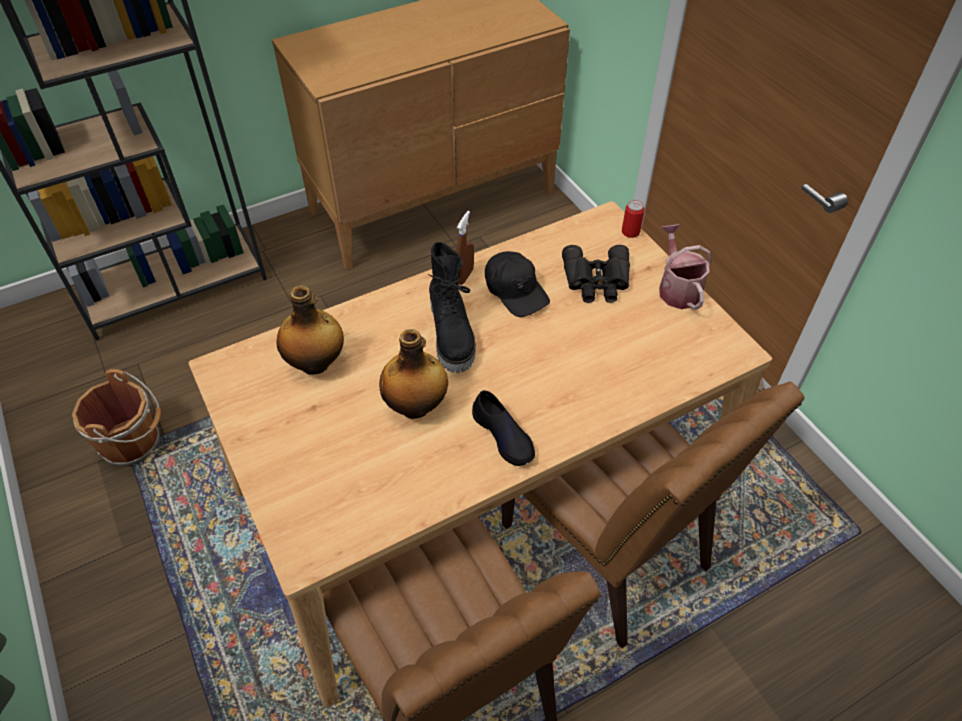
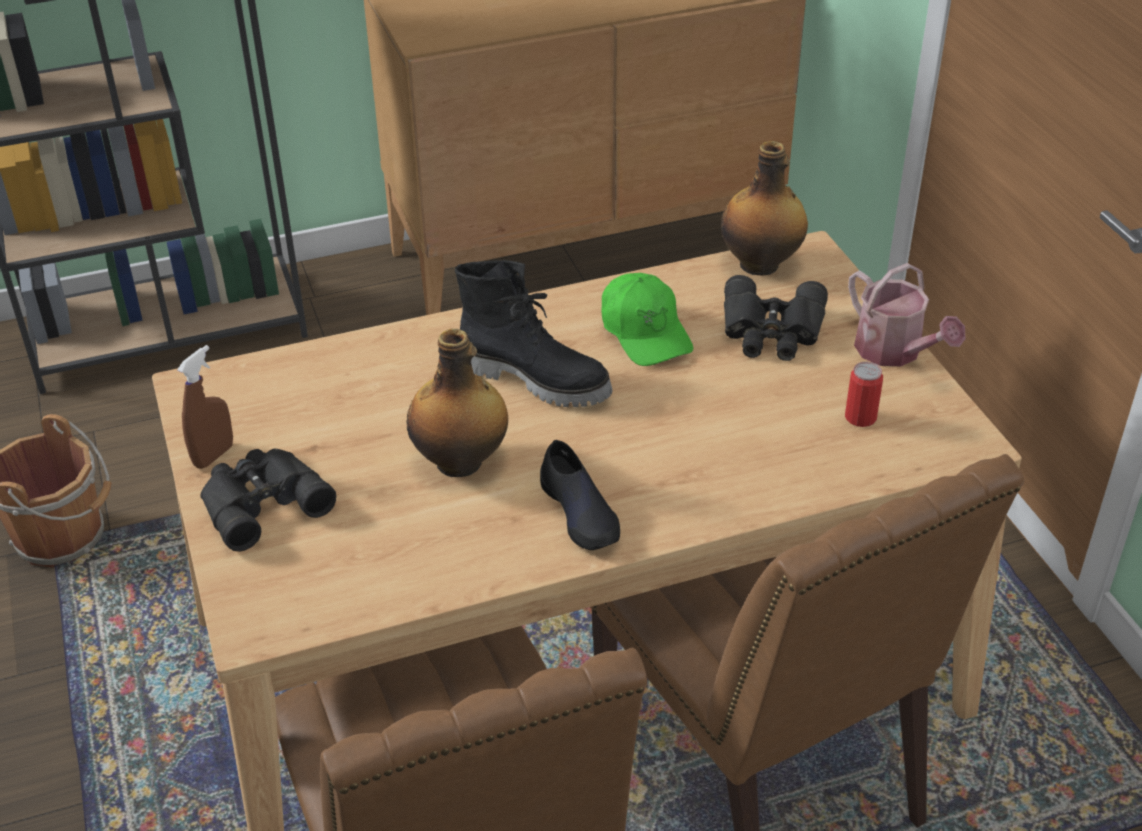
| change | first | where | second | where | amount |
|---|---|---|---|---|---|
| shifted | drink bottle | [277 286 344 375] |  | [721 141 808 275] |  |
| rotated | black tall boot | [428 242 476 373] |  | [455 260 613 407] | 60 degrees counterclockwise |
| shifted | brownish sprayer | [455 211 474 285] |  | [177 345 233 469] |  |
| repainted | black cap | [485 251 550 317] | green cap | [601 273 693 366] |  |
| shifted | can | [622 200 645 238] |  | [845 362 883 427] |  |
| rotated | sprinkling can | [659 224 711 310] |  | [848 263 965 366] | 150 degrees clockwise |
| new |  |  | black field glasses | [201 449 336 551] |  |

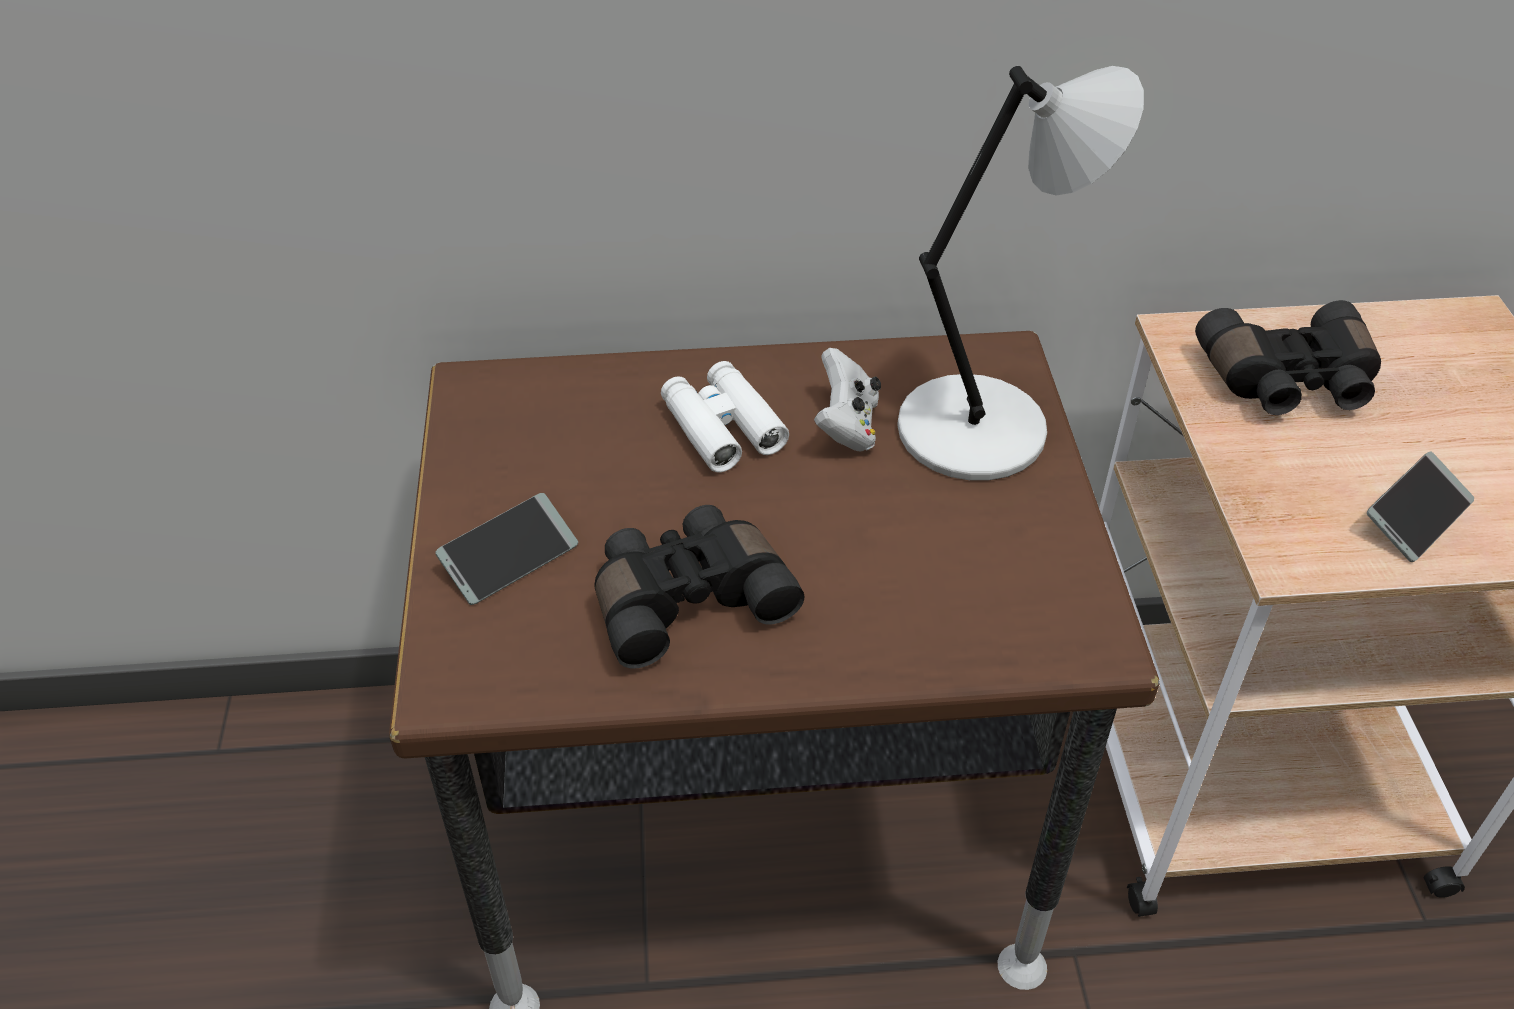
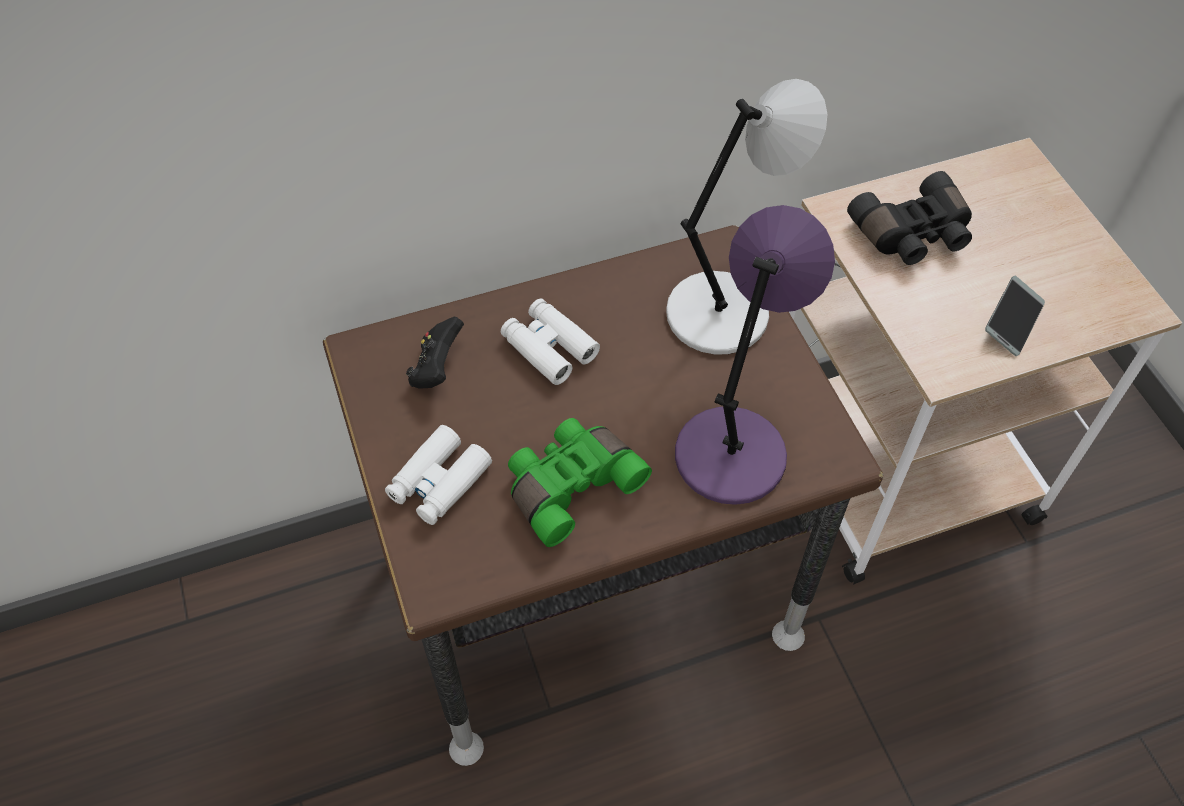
| change | first | where | second | where | amount |
|---|---|---|---|---|---|
| swapped | telephone | [435 493 578 605] | white-coloured field glasses | [385 425 492 525] |  |
| repainted | black field glasses | [594 505 804 669] | green field glasses | [508 418 652 547] |  |
| gone | white-coloured gamepad | [814 348 881 451] |  |  |  |
| new |  |  | black gamepad | [406 317 464 389] |  |
| new |  |  | purple-coloured tabletop lamp | [675 205 835 505] |  |

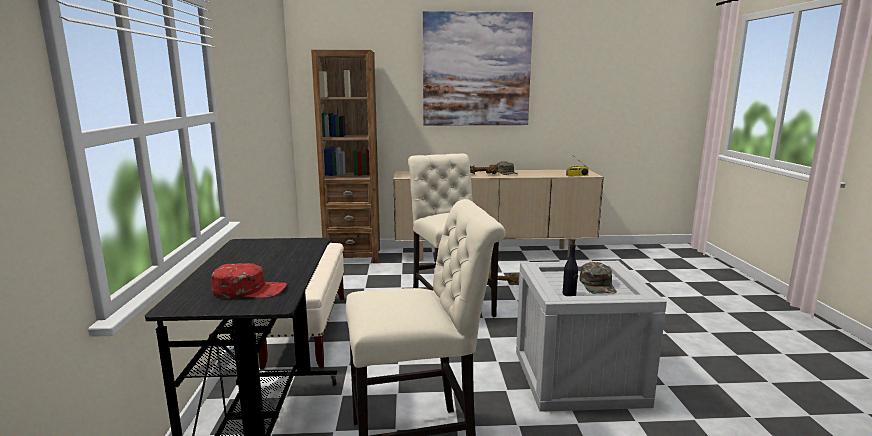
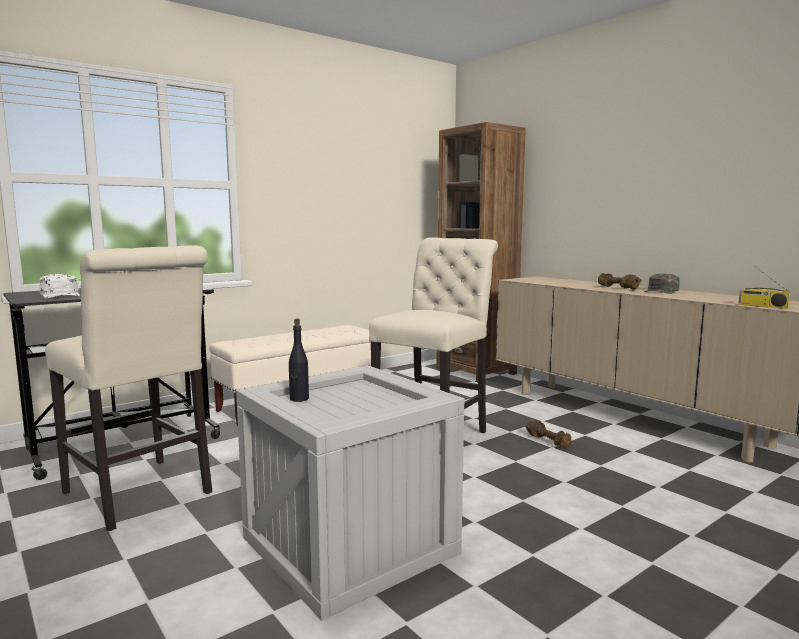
| change | first | where | second | where | amount |
|---|---|---|---|---|---|
| repainted | reddish cap | [211 263 287 298] | white-coloured cap | [39 274 80 298] |  |
| gone | picture | [423 11 533 126] |  |  |  |
| gone | green cap | [579 262 617 294] |  |  |  |

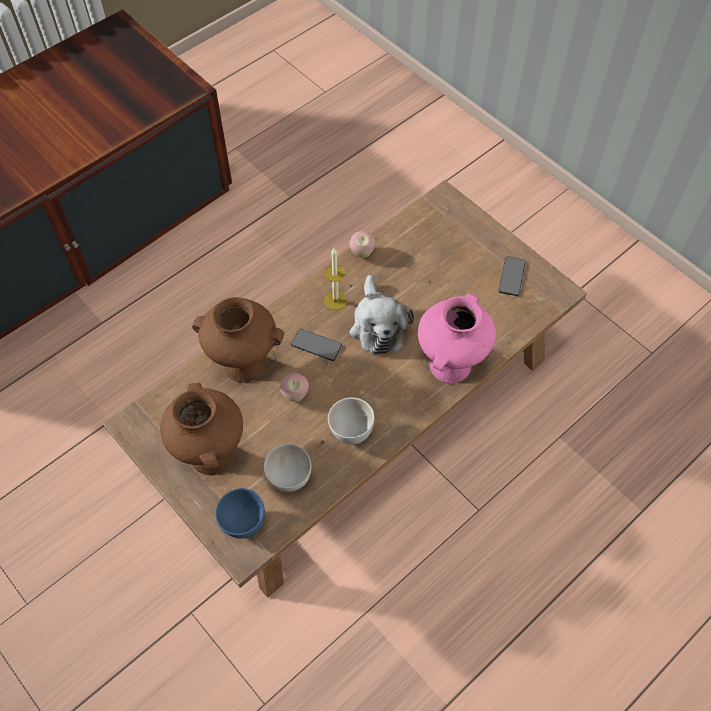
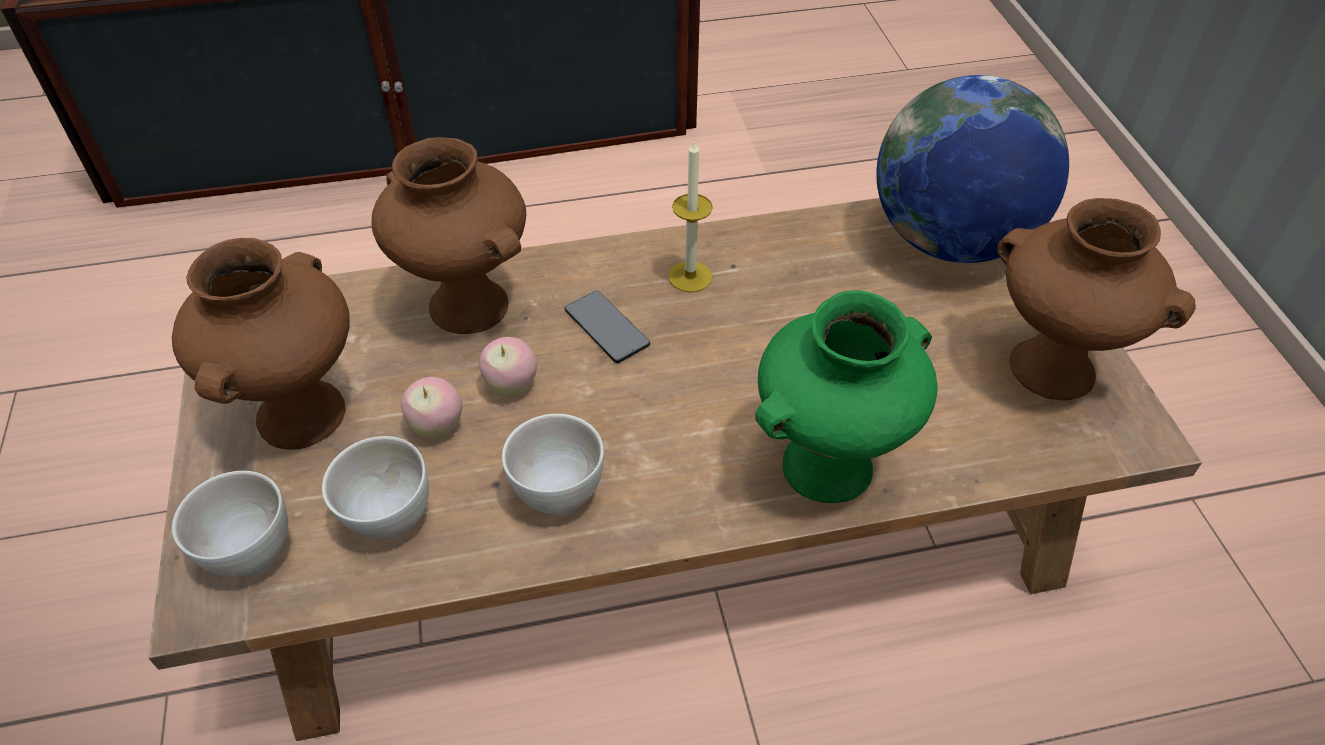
| change | first | where | second | where | amount |
|---|---|---|---|---|---|
| repainted | blue serving bowl | [215 488 265 539] | white-coloured serving bowl | [172 471 288 577] |  |
| shifted | apple fruit | [350 231 375 258] |  | [401 377 462 438] |  |
| gone | plush toy | [350 275 414 355] |  |  |  |
| repainted | pink-coloured vase | [418 293 496 384] | green vase | [755 290 938 503] |  |
| swapped | telephone | [499 256 526 296] | brownish vase | [997 198 1196 401] |  |
| new |  |  | world globe | [876 75 1069 263] |  |

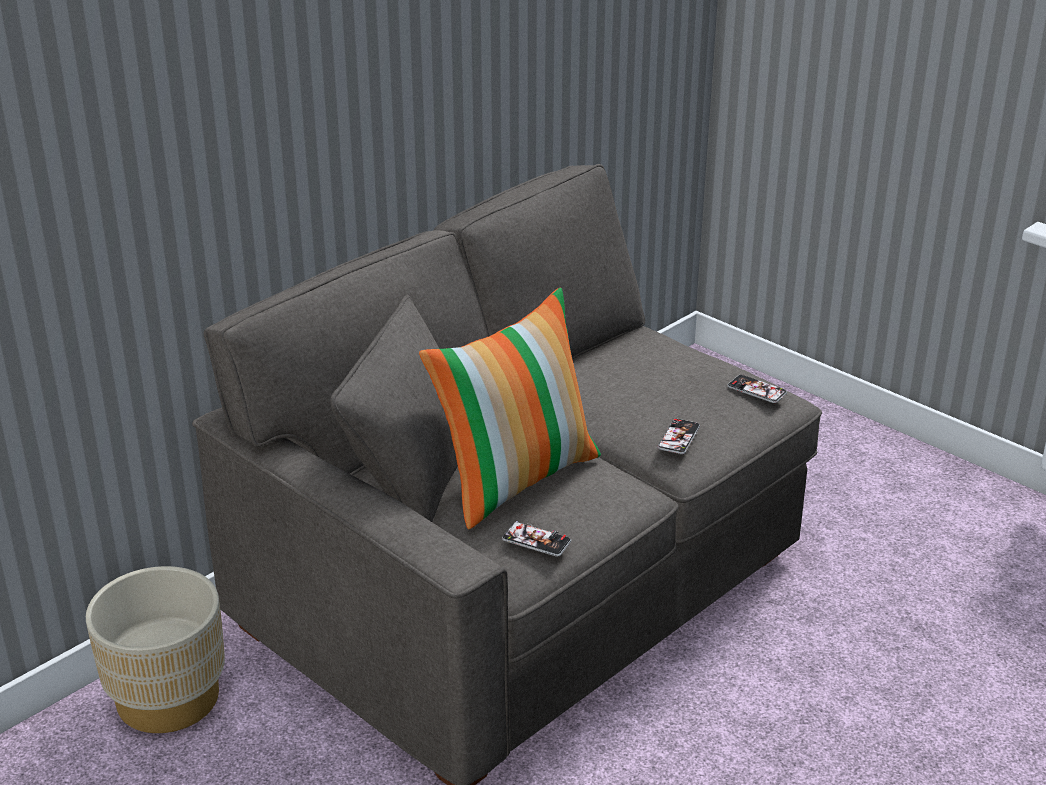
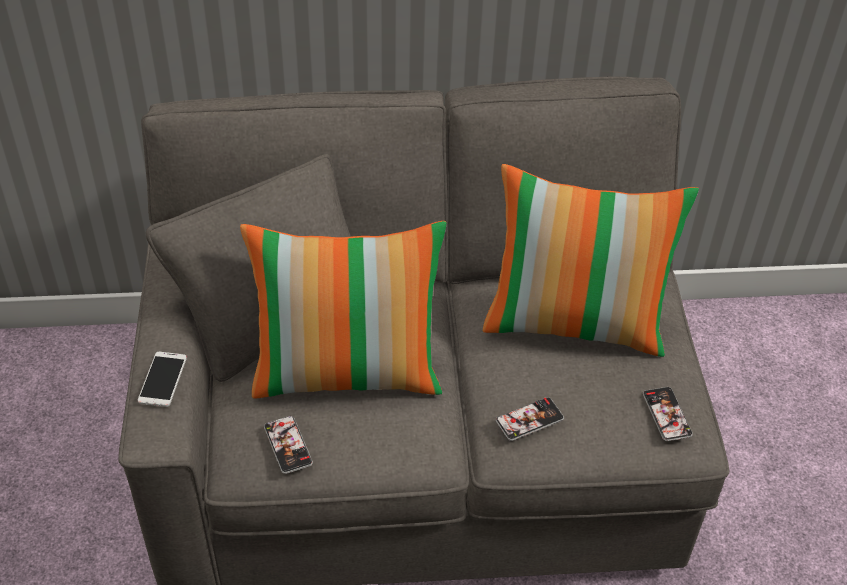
| change | first | where | second | where | amount |
|---|---|---|---|---|---|
| gone | beige-coloured planter | [86 566 225 733] |  |  |  |
| new |  |  | telephone | [138 352 187 407] |  |
| new |  |  | pillow | [483 164 699 357] |  |

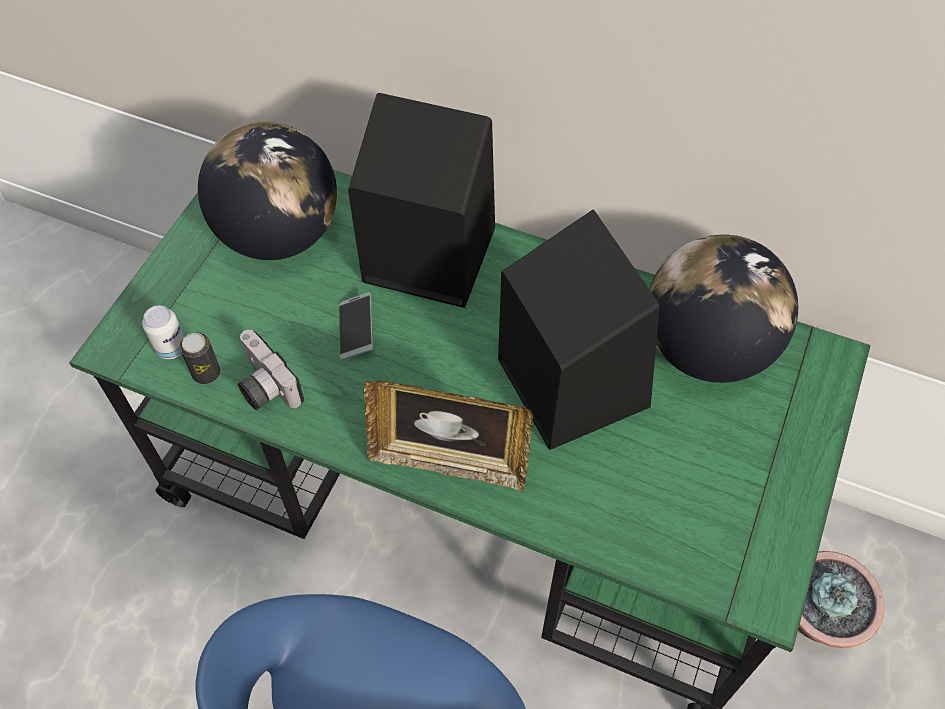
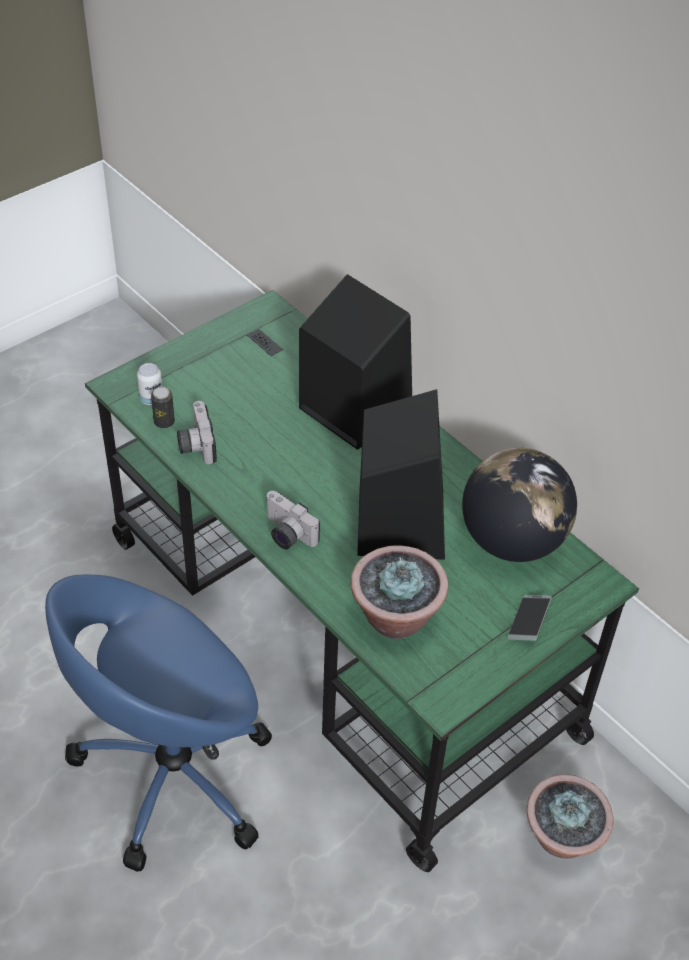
| change | first | where | second | where | amount |
|---|---|---|---|---|---|
| gone | world globe | [198 121 337 260] |  |  |  |
| shifted | telephone | [339 292 373 360] |  | [507 595 552 641] |  |
| swapped | standing frame | [363 380 533 492] | photo camera | [265 491 320 549] |  |
| new |  |  | potted plant | [351 545 448 639] |  |

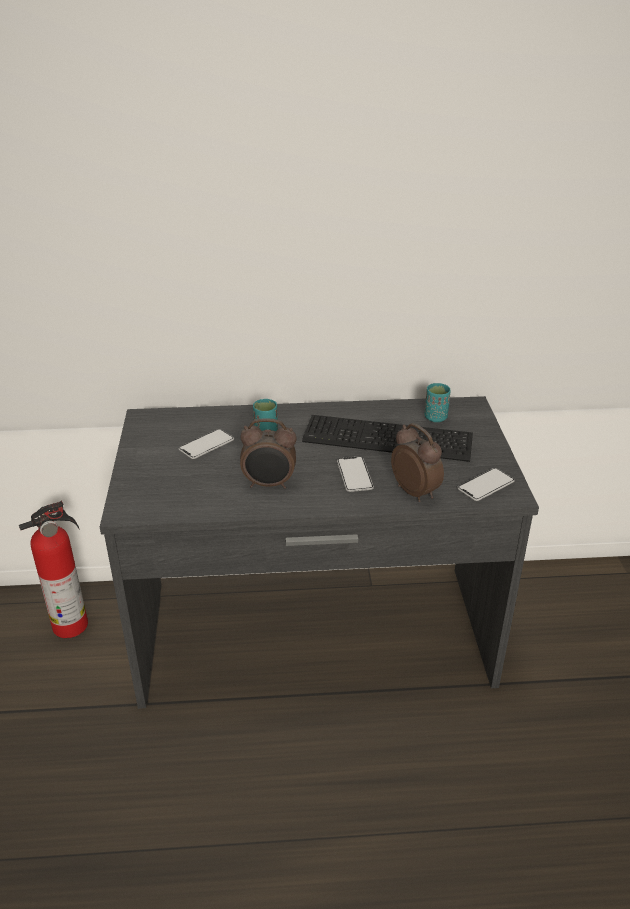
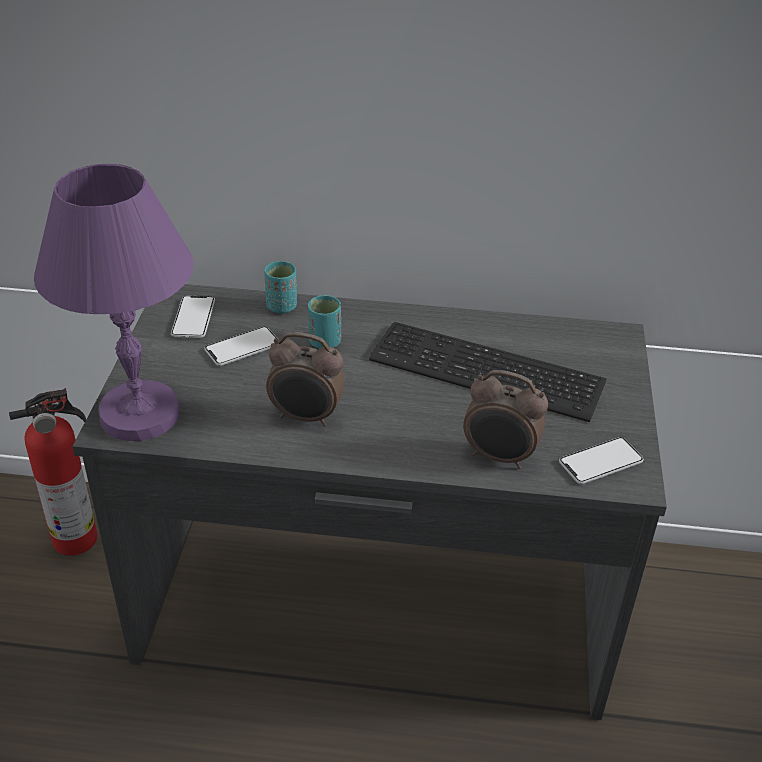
| change | first | where | second | where | amount |
|---|---|---|---|---|---|
| shifted | telephone | [337 456 374 492] |  | [171 296 215 338] |  |
| rotated | alarm clock | [391 423 444 502] |  | [463 370 548 469] | 135 degrees clockwise |
| shifted | blue-green cup | [424 383 451 422] |  | [264 261 297 314] |  |
| new |  |  | purple-coloured tabletop lamp | [34 164 194 441] |  |

